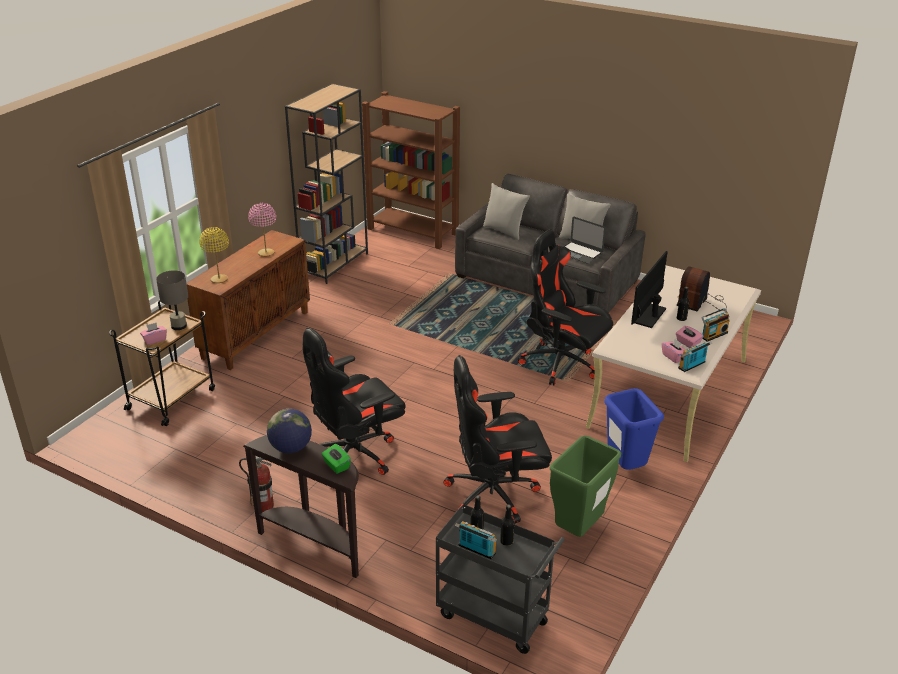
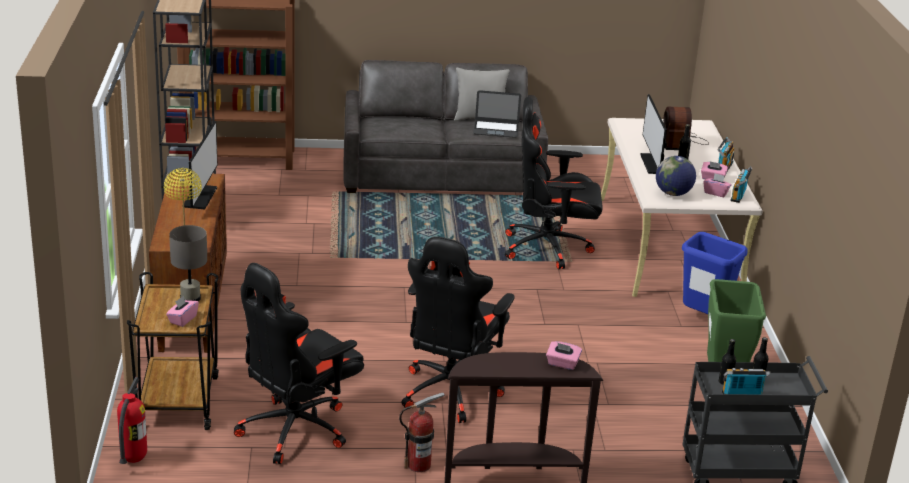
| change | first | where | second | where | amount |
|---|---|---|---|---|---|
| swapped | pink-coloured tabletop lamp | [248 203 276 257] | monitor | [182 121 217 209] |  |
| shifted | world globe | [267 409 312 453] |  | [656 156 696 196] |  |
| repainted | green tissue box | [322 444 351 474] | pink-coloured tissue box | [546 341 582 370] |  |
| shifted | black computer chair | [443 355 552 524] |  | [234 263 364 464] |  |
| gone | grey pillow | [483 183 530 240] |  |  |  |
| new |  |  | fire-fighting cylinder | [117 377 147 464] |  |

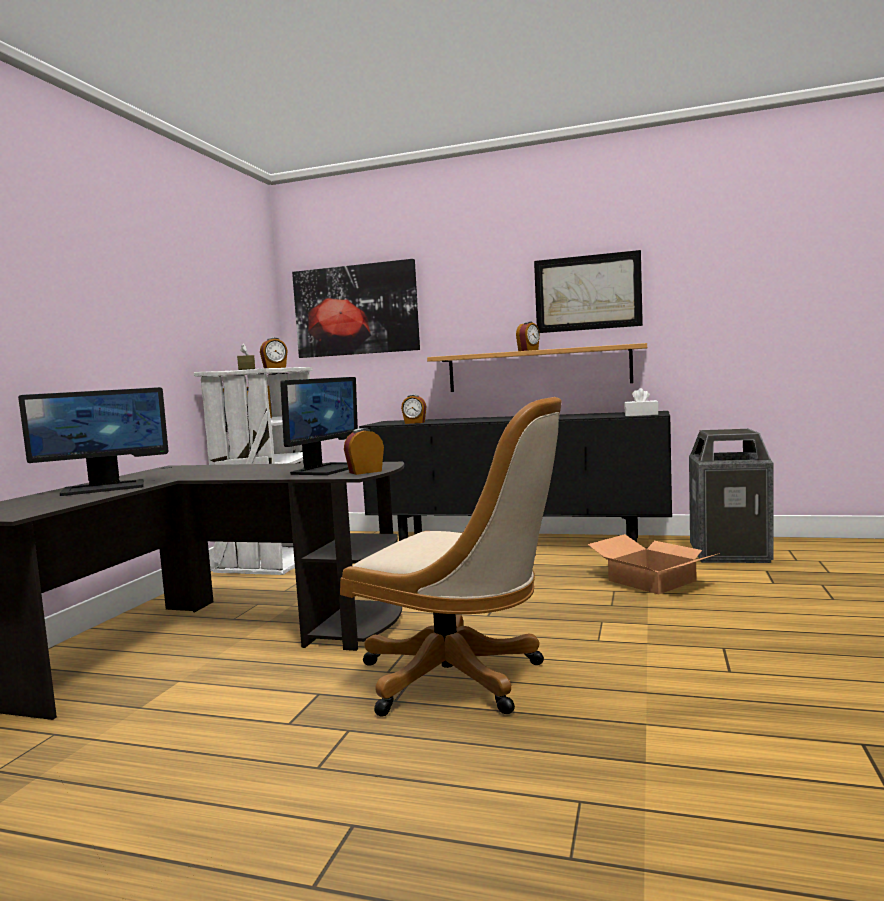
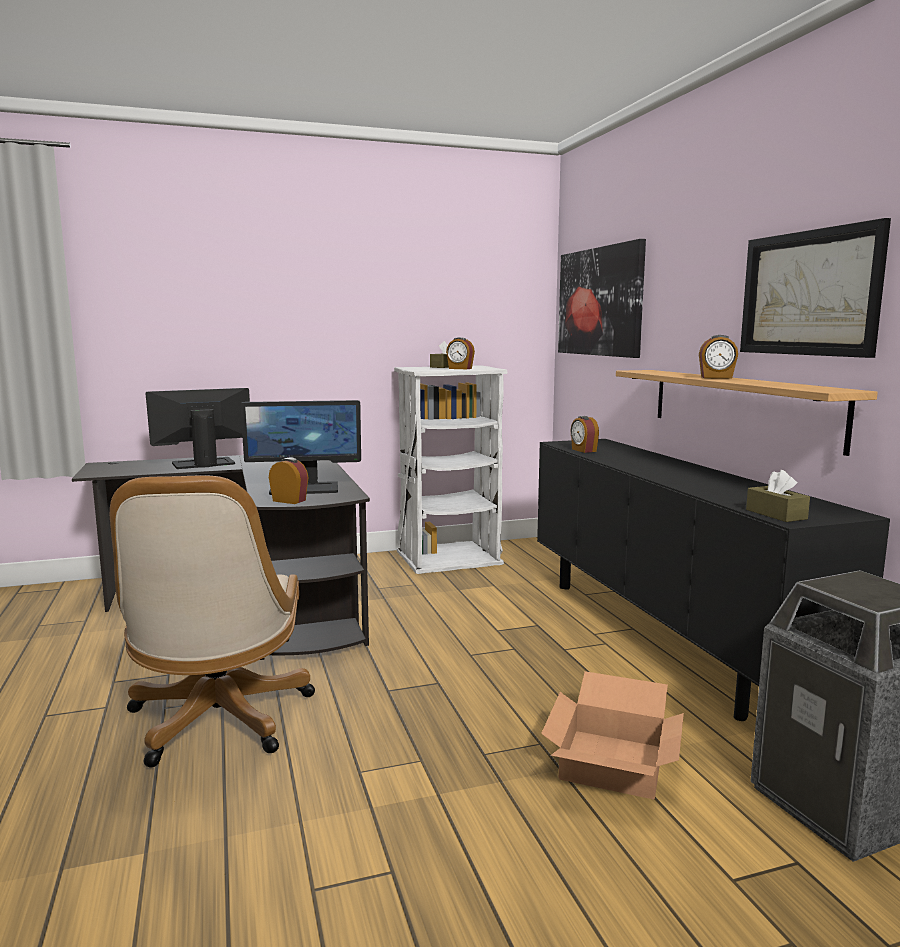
| change | first | where | second | where | amount |
|---|---|---|---|---|---|
| rotated | monitor | [18 387 168 496] |  | [146 388 250 469] | 120 degrees clockwise |
| repainted | white-coloured tissue box | [624 388 659 416] | brownish tissue box | [746 470 810 522] |  |

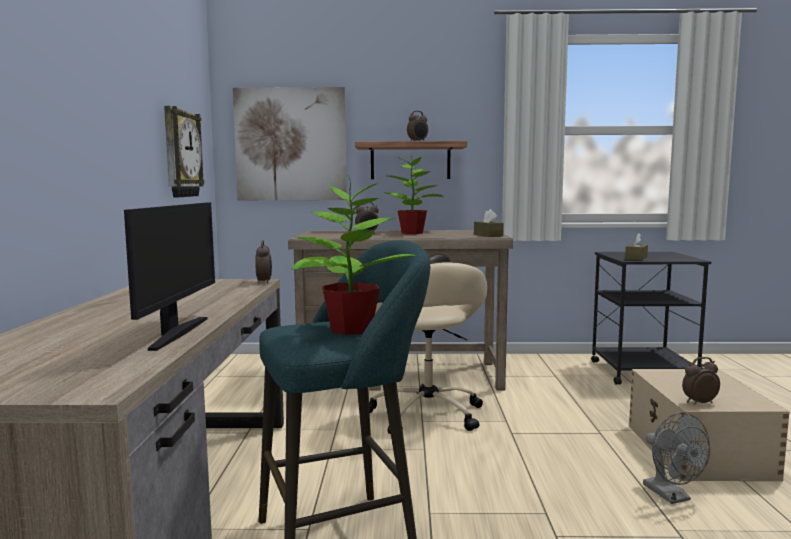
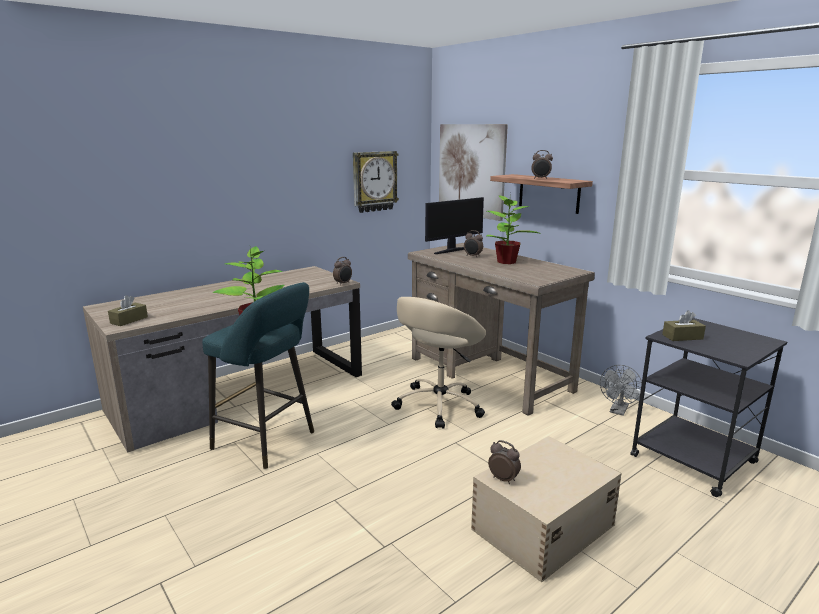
| change | first | where | second | where | amount |
|---|---|---|---|---|---|
| shifted | monitor | [124 202 215 351] |  | [425 197 484 254] |  |
| shifted | brownish tissue box | [474 209 504 237] |  | [108 295 148 326] |  |
| shifted | grey electric fan | [643 413 710 504] |  | [600 365 642 416] |  |

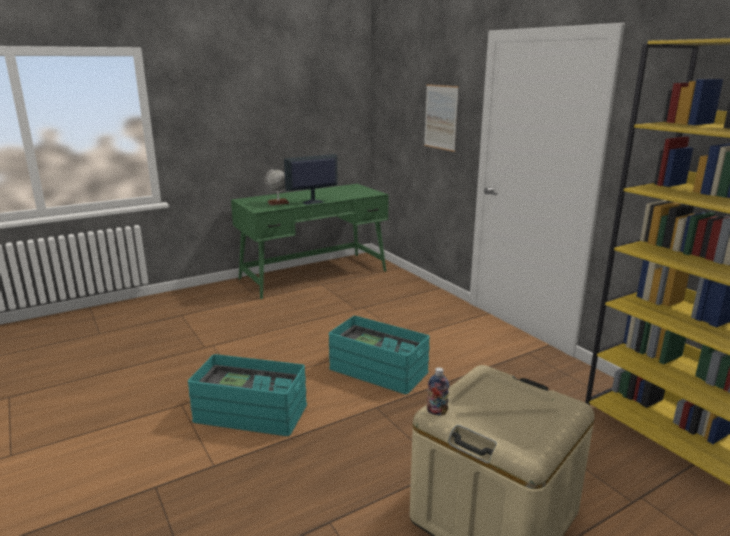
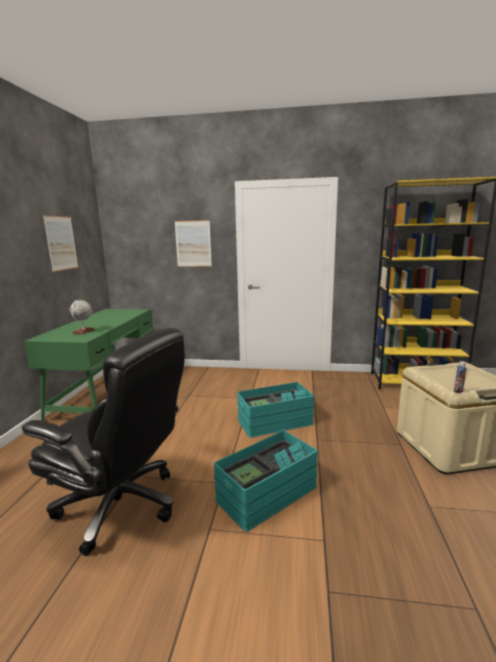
| change | first | where | second | where | amount |
|---|---|---|---|---|---|
| gone | monitor | [284 154 338 205] |  |  |  |
| new |  |  | black computer chair | [22 328 185 556] |  |
| new |  |  | picture | [43 215 78 272] |  |

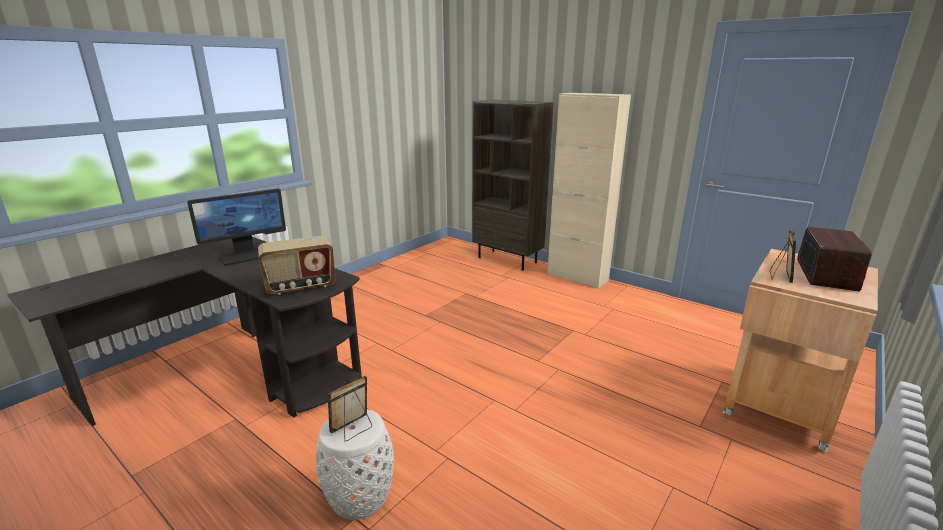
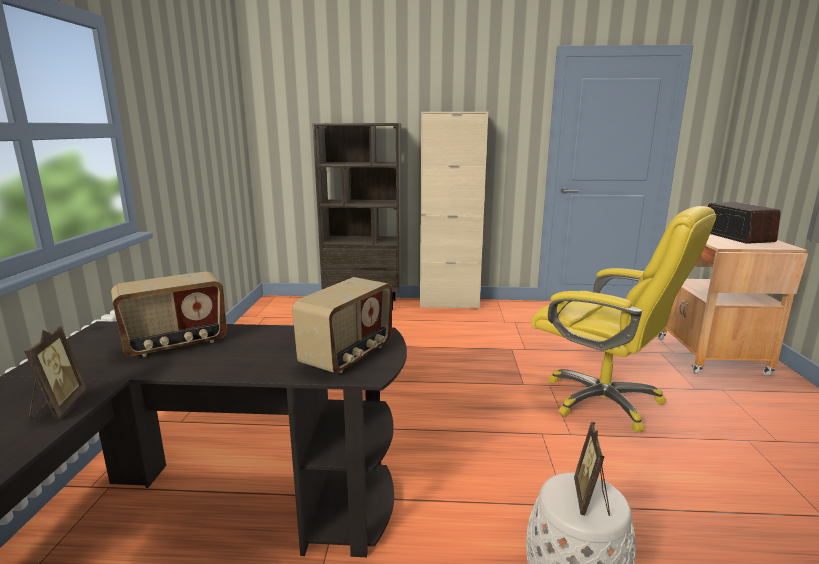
| change | first | where | second | where | amount |
|---|---|---|---|---|---|
| swapped | monitor | [187 189 286 266] | radio | [111 271 227 357] |  |
| shifted | standing frame | [770 230 796 283] |  | [24 326 87 419] |  |
| new |  |  | yellow-coloured computer chair | [531 206 716 432] |  |

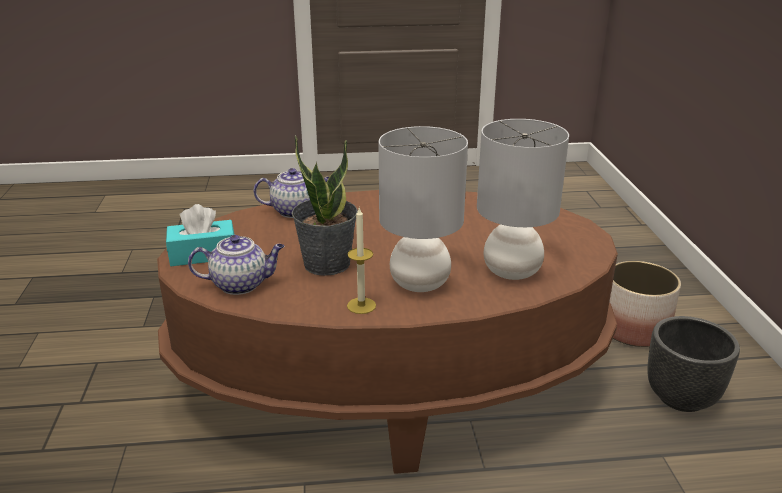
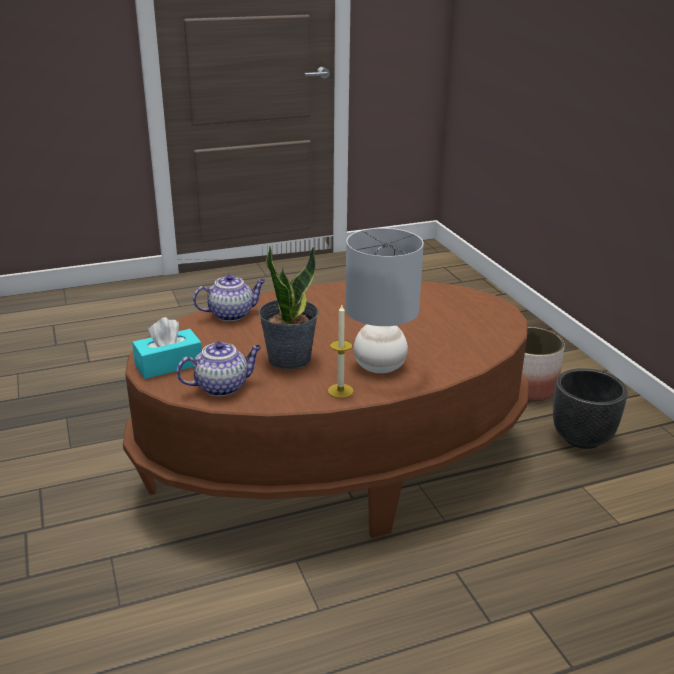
| change | first | where | second | where | amount |
|---|---|---|---|---|---|
| gone | grey tabletop lamp | [477 119 569 280] |  |  |  |

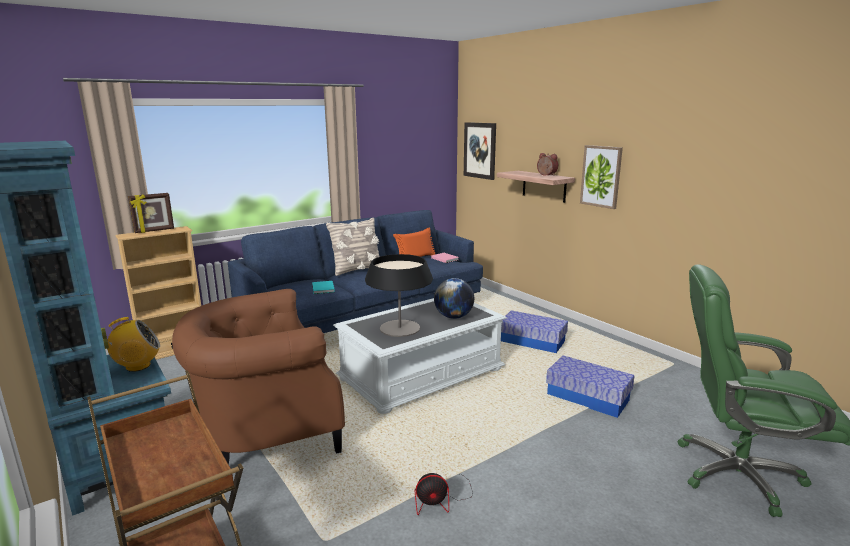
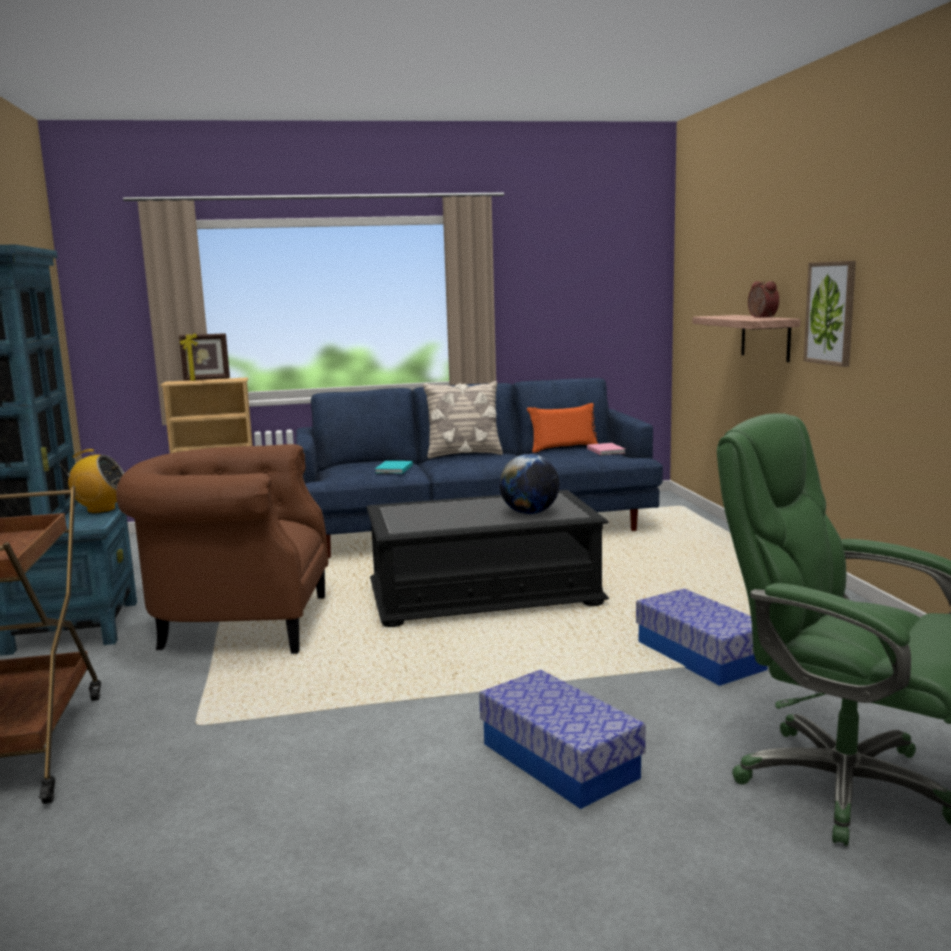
| change | first | where | second | where | amount |
|---|---|---|---|---|---|
| repainted | white-coloured coffee table | [333 298 507 414] | black coffee table | [366 490 609 627] |  |
| gone | tabletop lamp | [365 254 433 337] |  |  |  |
| gone | electric fan | [415 473 473 515] |  |  |  |
| gone | picture | [464 122 496 180] |  |  |  |
| shifted | storage box | [501 310 568 353] |  | [479 669 646 809] |  |

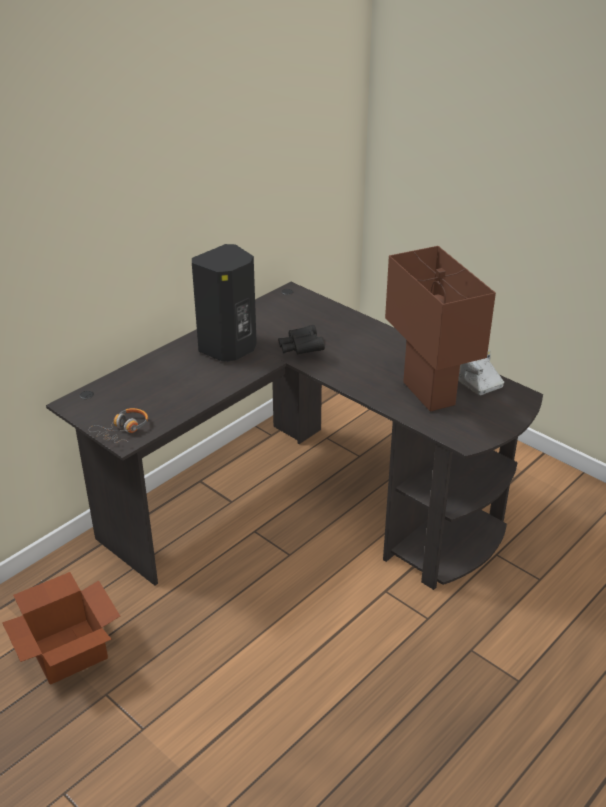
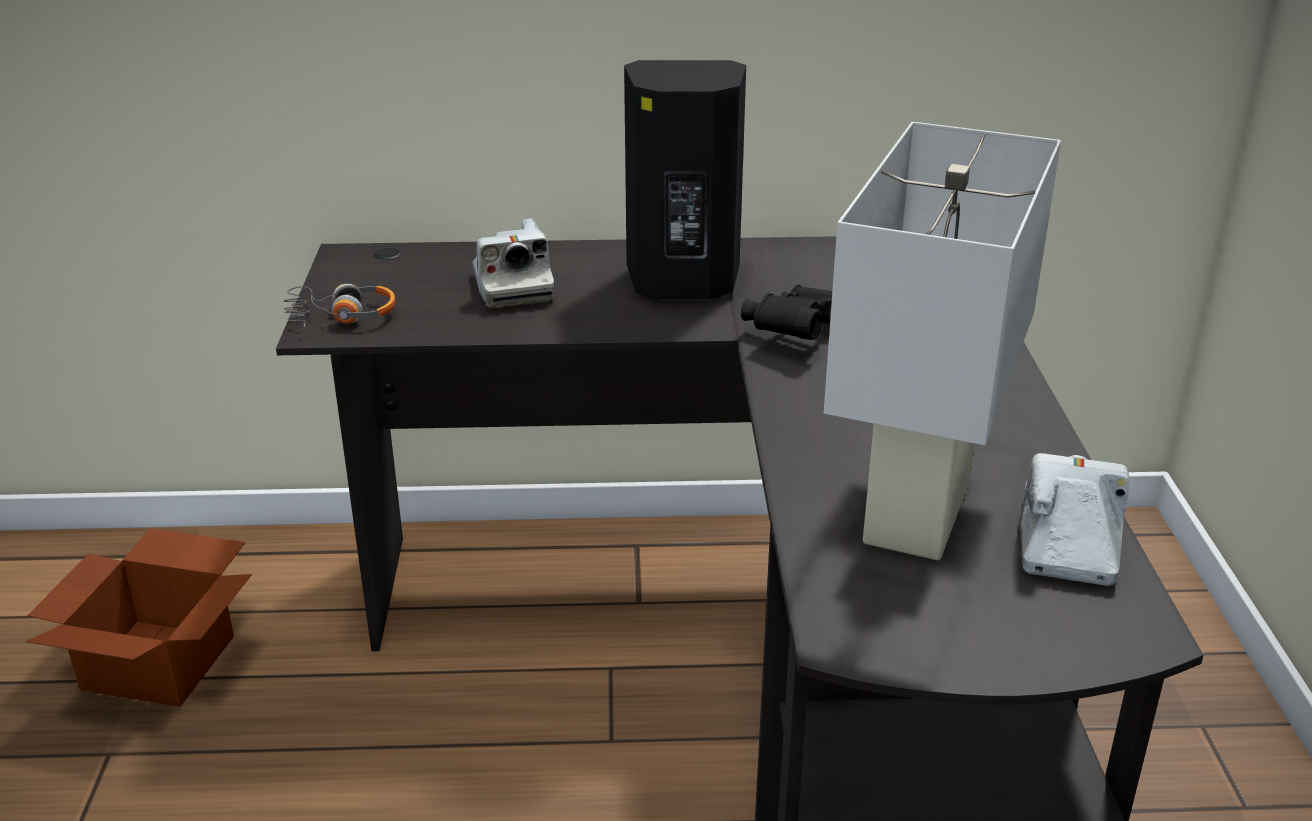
| change | first | where | second | where | amount |
|---|---|---|---|---|---|
| repainted | brownish tabletop lamp | [385 246 496 412] | white-coloured tabletop lamp | [824 122 1061 560] |  |
| new |  |  | photo camera | [473 219 554 308] |  |

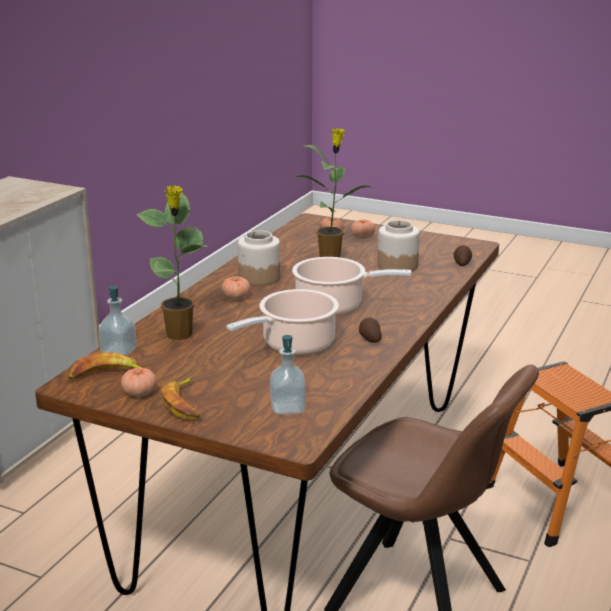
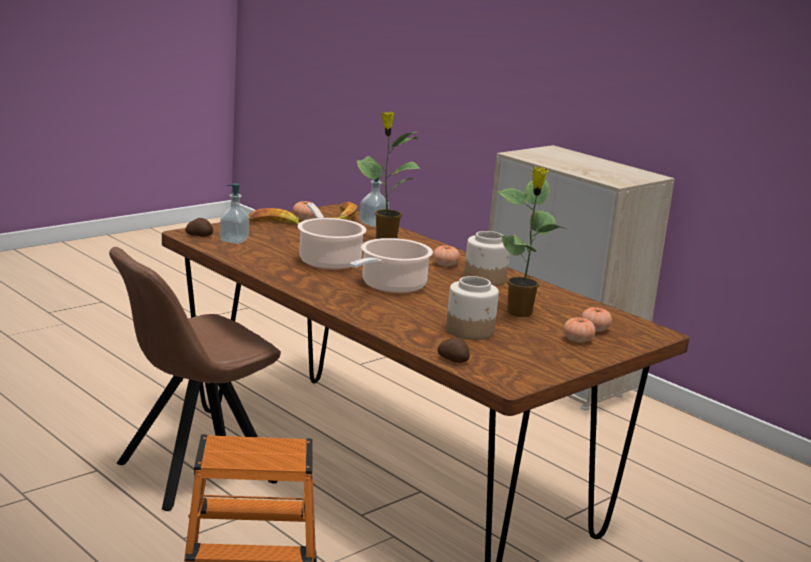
| change | first | where | second | where | amount |
|---|---|---|---|---|---|
| shifted | potato | [359 317 382 343] |  | [185 218 213 237] |  |

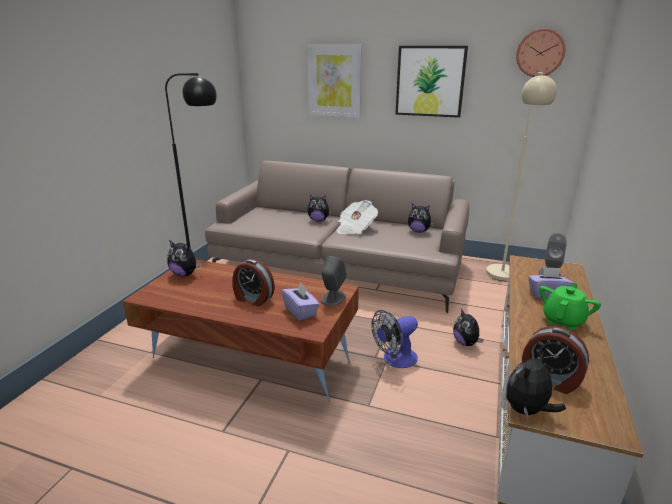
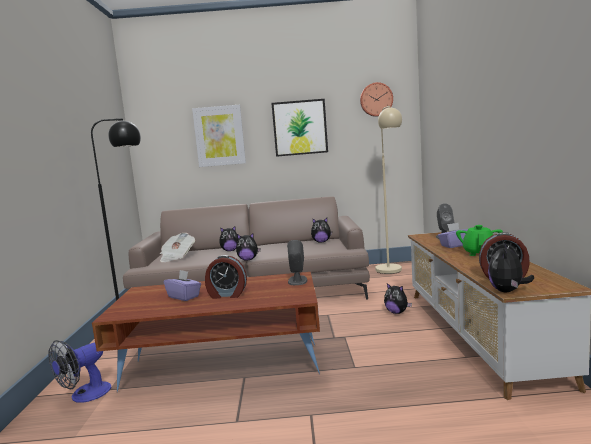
| change | first | where | second | where | amount |
|---|---|---|---|---|---|
| shifted | plush toy | [167 240 202 277] |  | [236 233 260 261] |  |
| shifted | purple-coloured tissue box | [282 282 319 321] |  | [164 270 201 301] |  |
| shifted | daily paper | [337 200 378 234] |  | [160 233 195 262] |  |
| shifted | electric fan | [371 310 418 368] |  | [48 340 111 403] |  |

